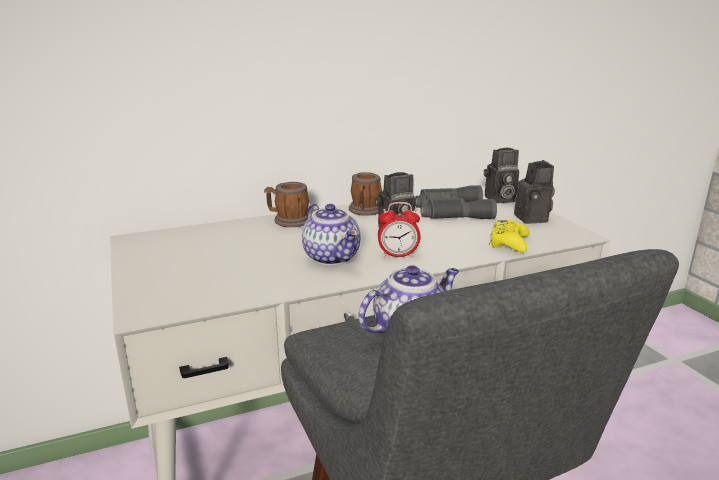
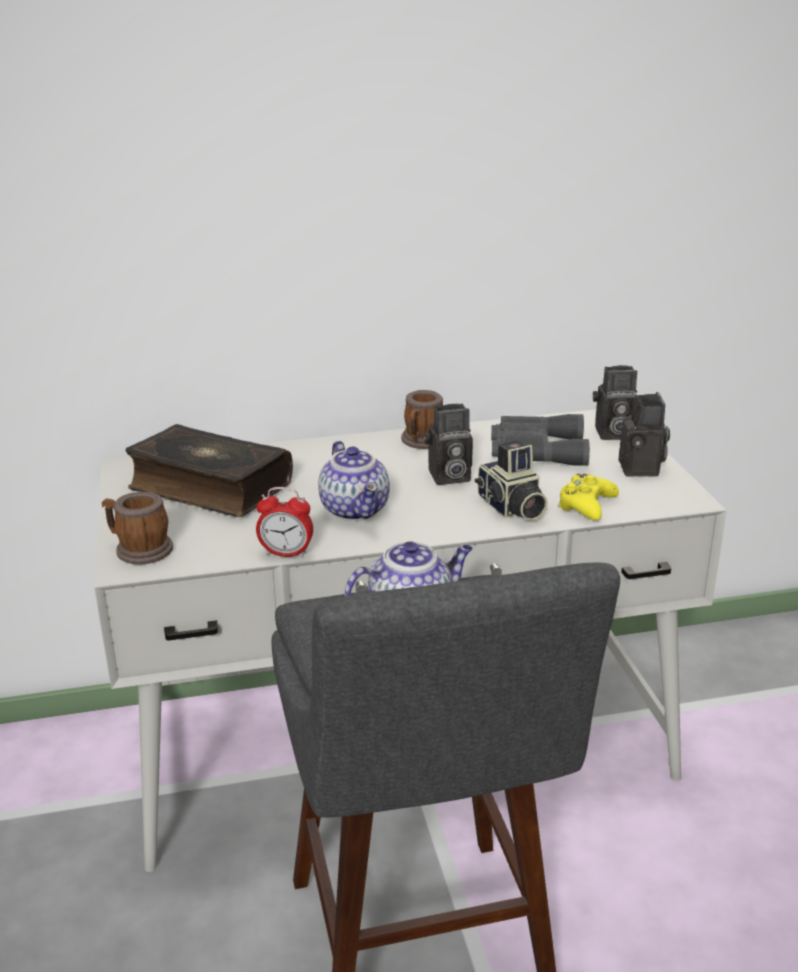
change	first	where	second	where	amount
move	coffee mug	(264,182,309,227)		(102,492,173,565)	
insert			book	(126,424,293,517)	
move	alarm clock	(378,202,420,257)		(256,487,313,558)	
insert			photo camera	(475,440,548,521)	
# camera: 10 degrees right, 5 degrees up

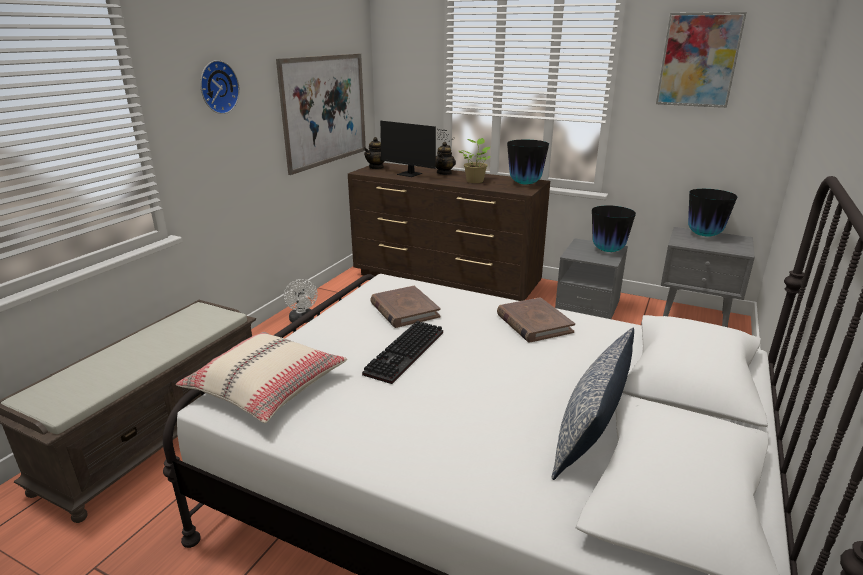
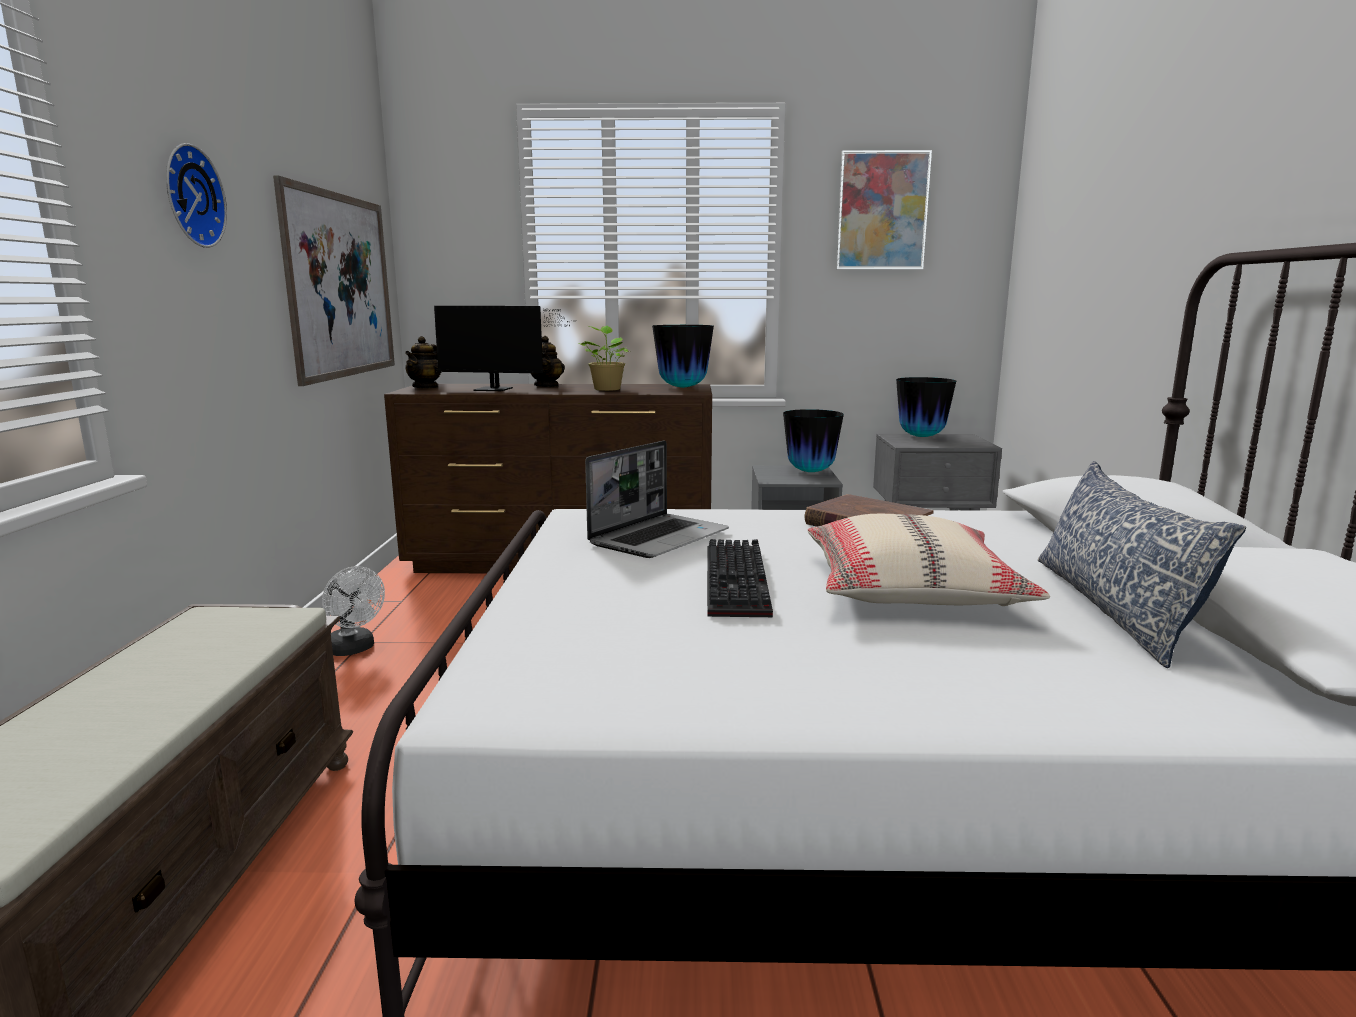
change	first	where	second	where	amount
replace	brown-coloured book	(370,286,441,328)	portable computer	(585,440,729,558)	
move	sand-coloured cushion	(176,332,347,423)		(808,514,1050,606)	
# camera: 25 degrees left, 10 degrees down

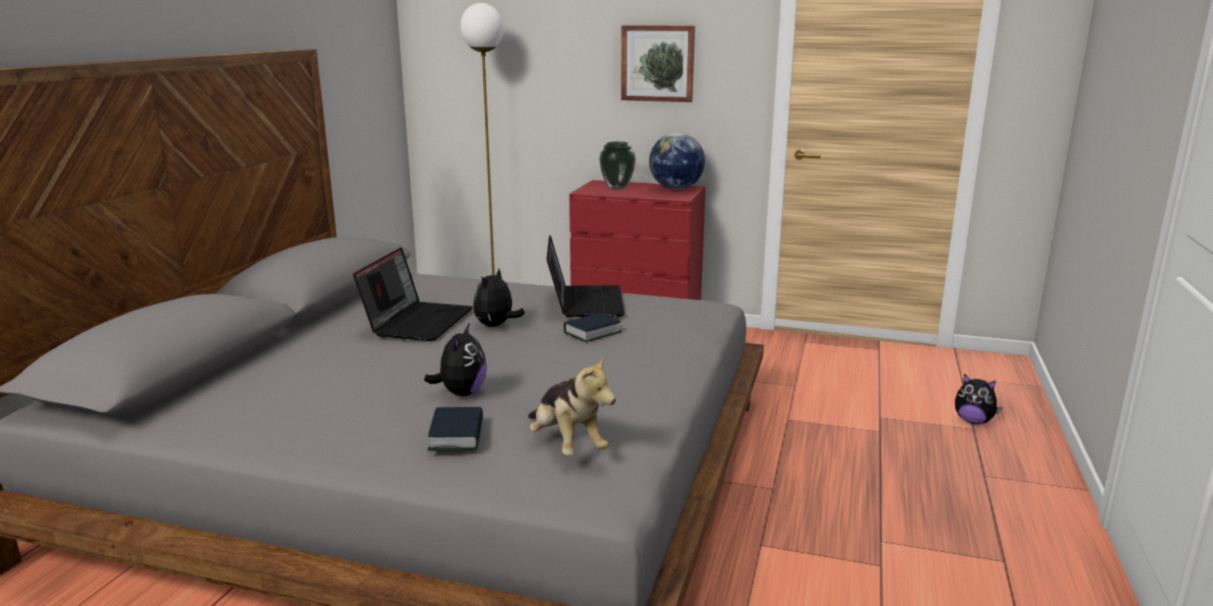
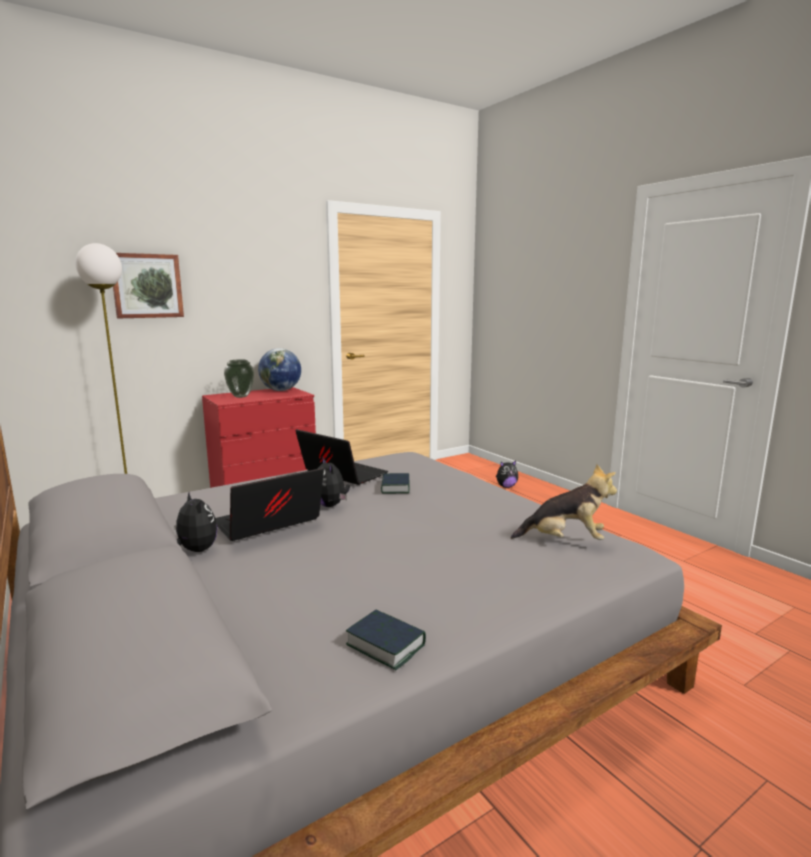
change	first	where	second	where	amount
move	wall art	(621,25,695,102)		(113,253,184,318)	
move	soft toy	(424,324,487,396)		(174,492,217,552)	
rotate	portable computer	(353,247,472,341)		(215,468,324,541)	90 degrees counterclockwise
move	book	(428,407,483,451)		(346,610,426,670)	
# camera: 50 degrees left, 5 degrees down

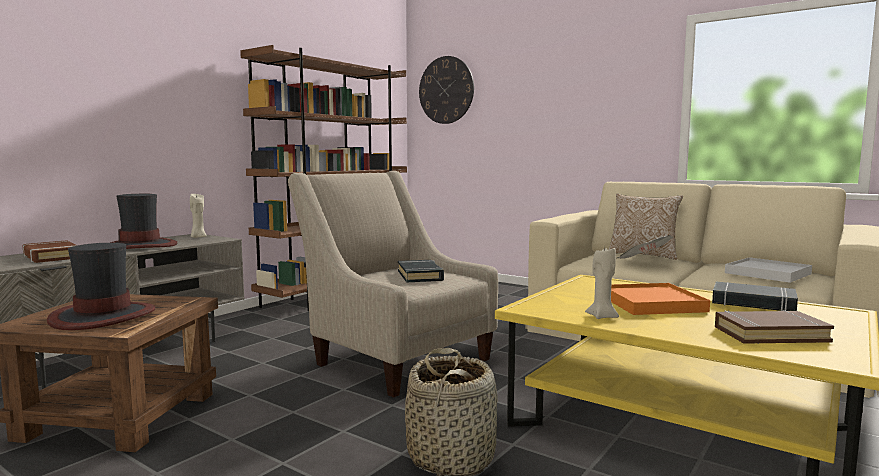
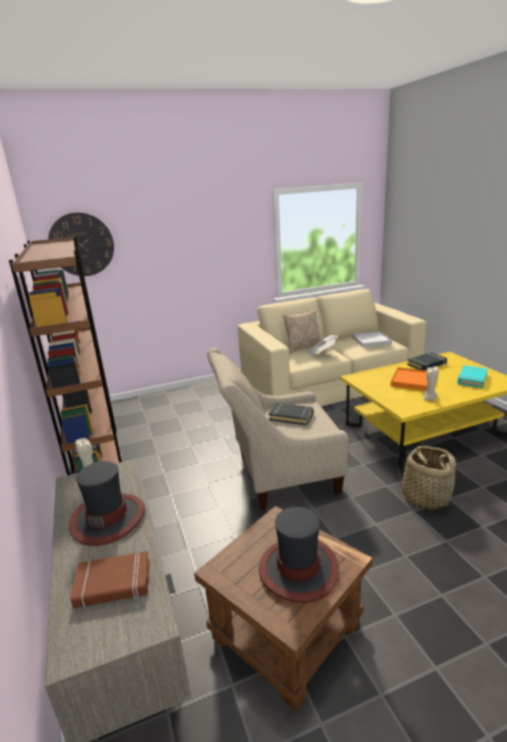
change	first	where	second	where	amount
recolor	brown-coloured book	(715,310,834,344)	turquoise book	(457,365,488,388)	
# camera: 55 degrees left, 15 degrees up

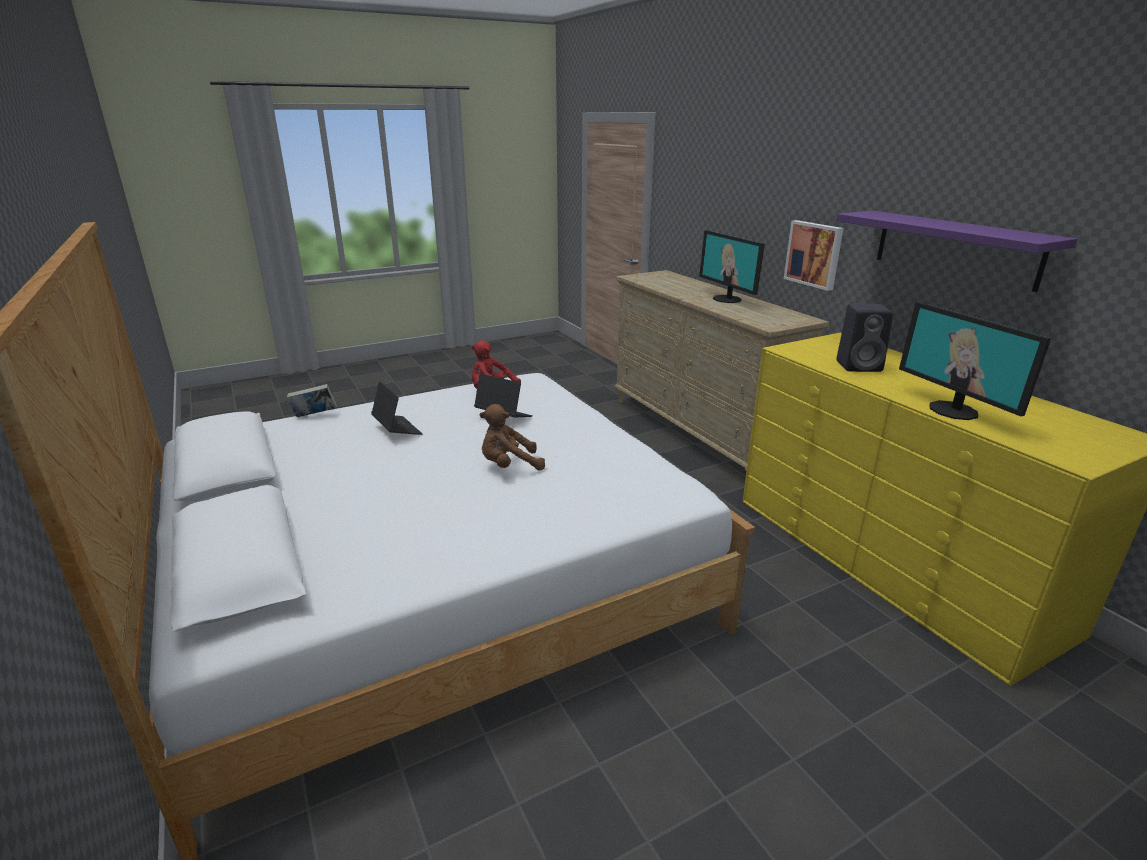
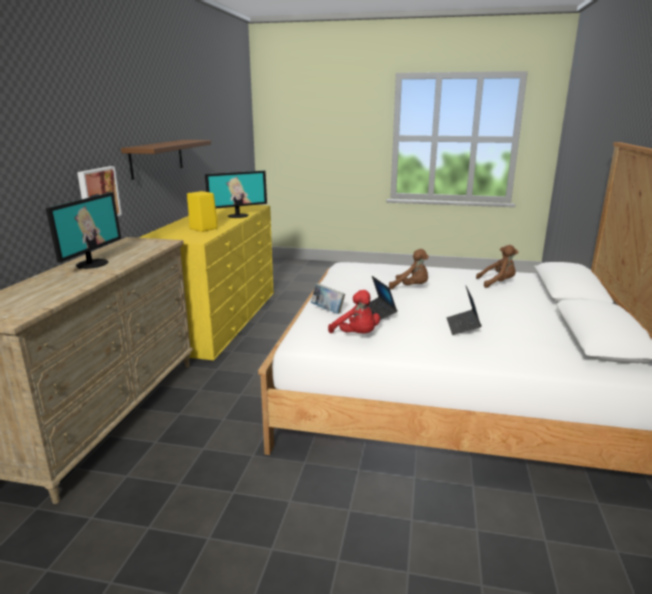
change	first	where	second	where	amount
recolor	purplish shelf	(836,210,1078,292)	brown-coloured shelf	(121,140,211,180)	
recolor	black speaker	(836,303,893,372)	yellow-coloured speaker	(187,191,218,232)	
rotate	computer display	(899,302,1051,420)		(205,170,267,218)	45 degrees clockwise
move	book	(287,384,337,417)		(311,283,345,314)	
insert			brown-coloured soft toy	(476,245,519,288)	
# camera: 140 degrees left, 5 degrees down

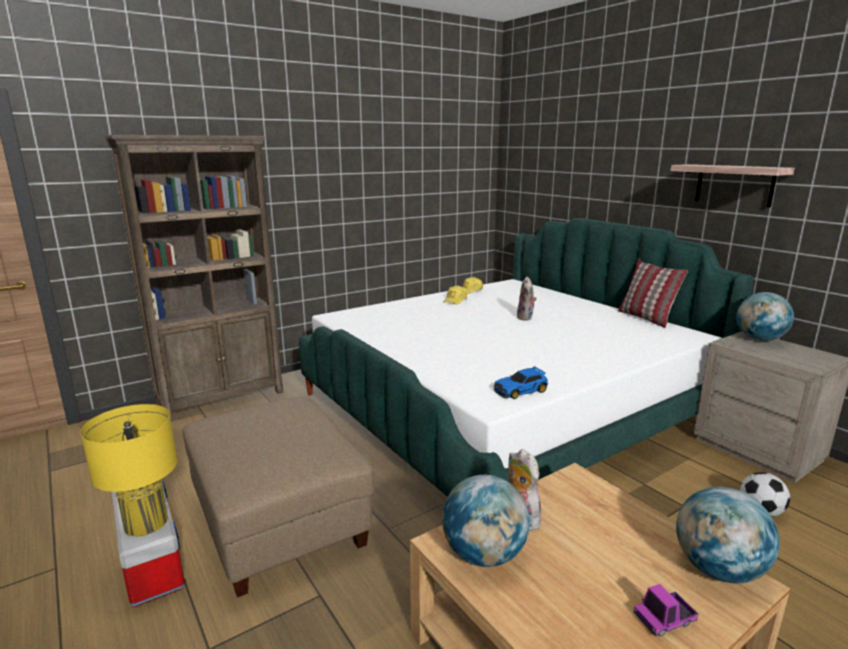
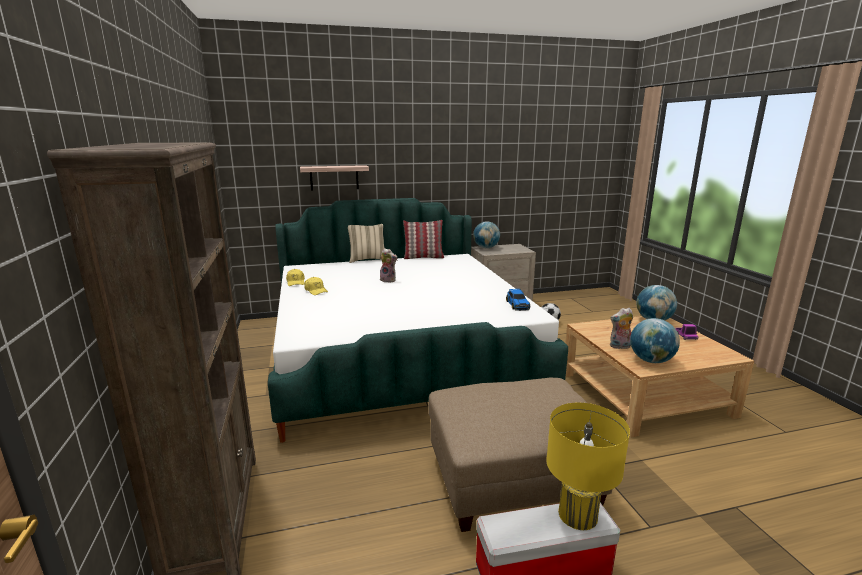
change	first	where	second	where	amount
move	shelf	(671,164,795,207)		(300,165,369,191)	
insert			sand-coloured cushion	(348,224,385,263)	
# camera: 70 degrees left, 0 degrees up

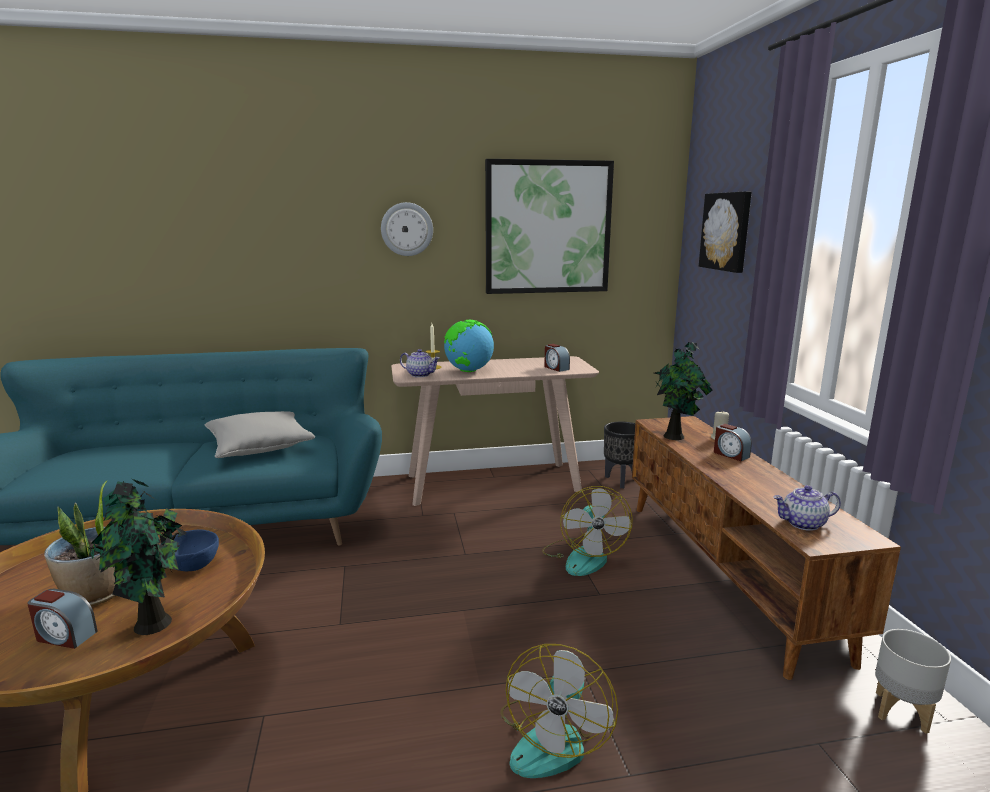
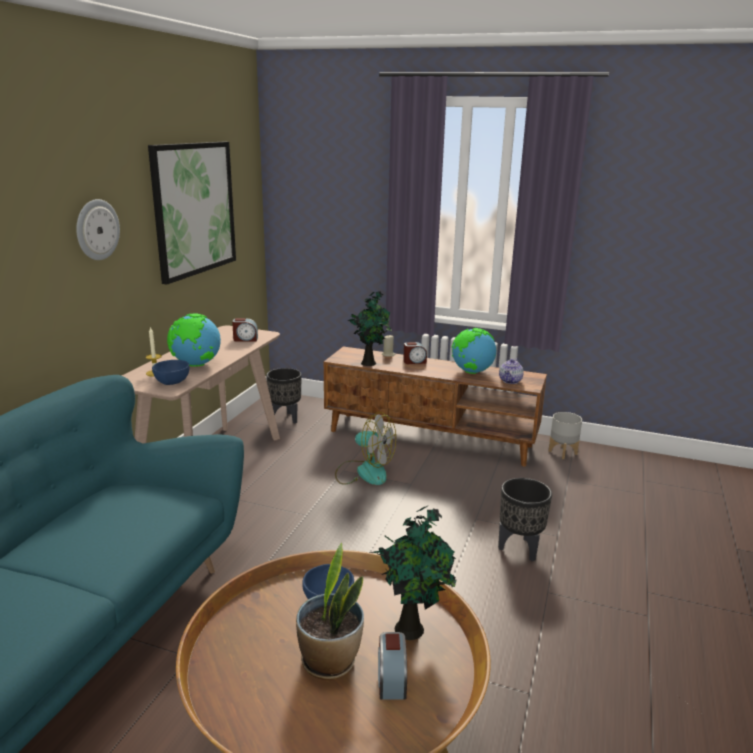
change	first	where	second	where	amount
replace	teapot	(400,349,440,377)	bluish deep dish	(152,360,189,385)	
rotate	alarm clock	(27,589,98,649)		(378,632,407,699)	135 degrees clockwise
insert			world globe	(452,328,496,374)	
replace	cooling fan	(500,644,618,778)	black plant pot	(498,478,552,561)	
delete	greyish cushion	(204,411,315,458)			
delete	wall art	(699,191,752,273)			
# camera: 60 degrees left, 5 degrees up

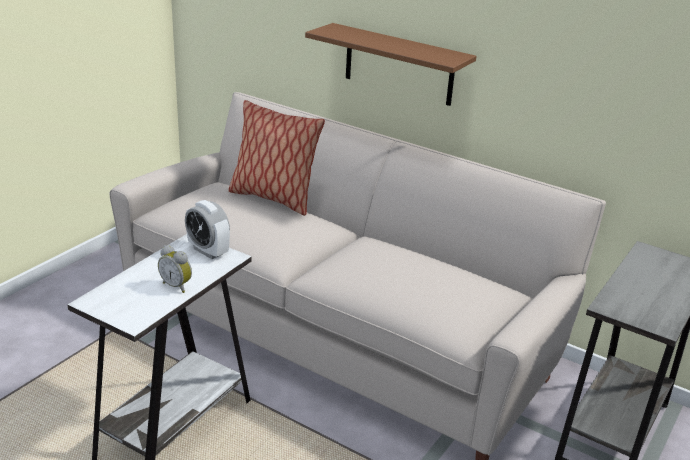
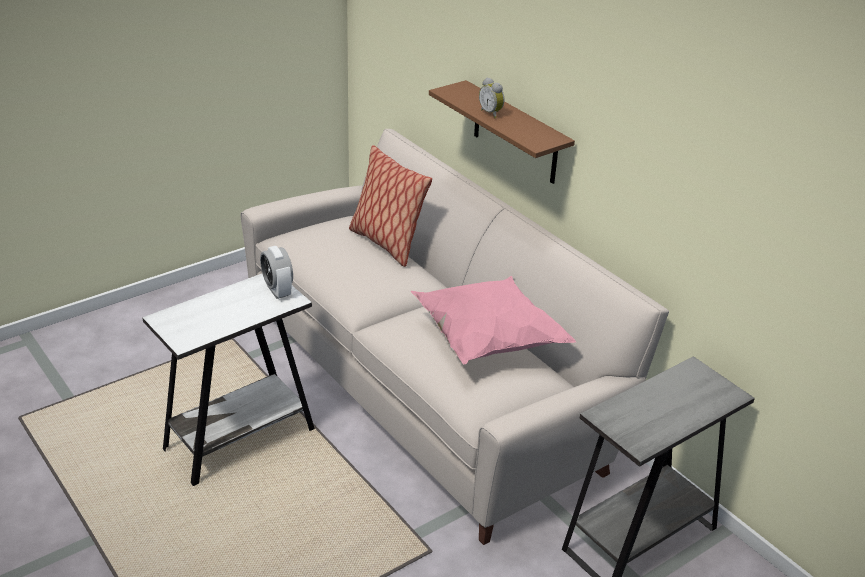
change	first	where	second	where	amount
insert			pinkish cushion	(410,276,576,364)	
move	alarm clock	(158,245,192,293)		(479,78,504,118)	
# camera: 20 degrees right, 5 degrees up

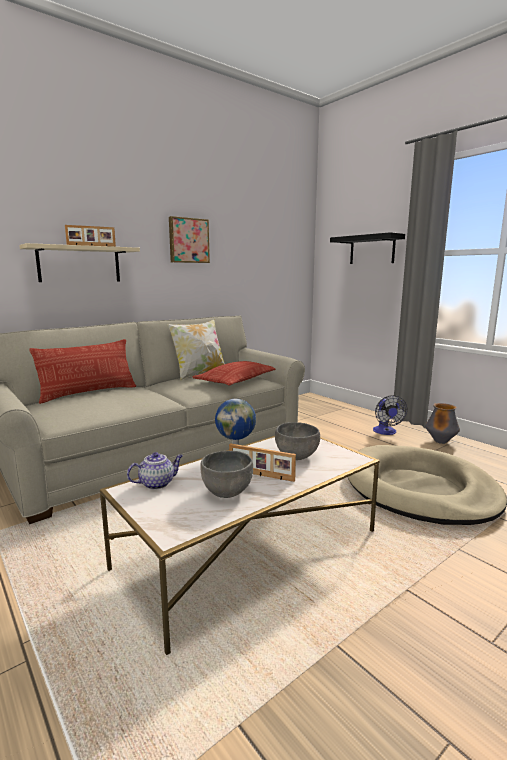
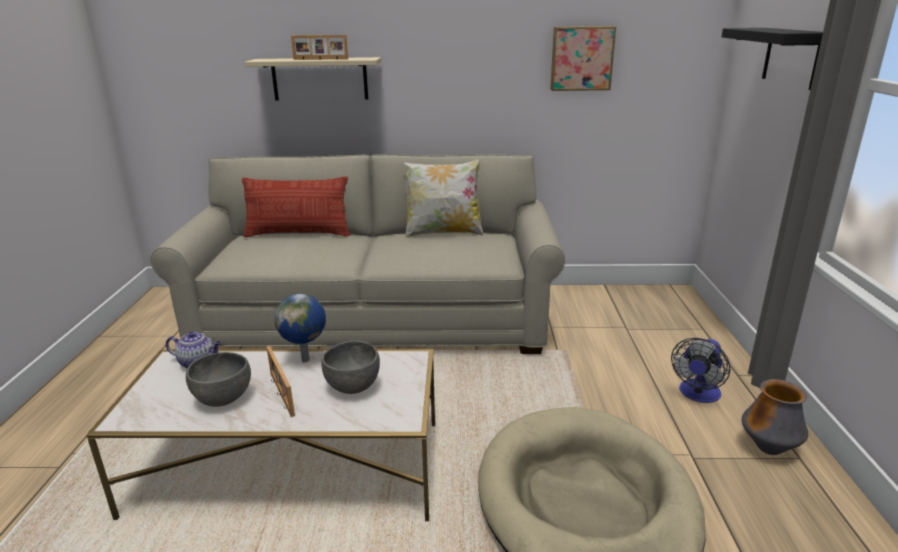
change	first	where	second	where	amount
move	wall art	(169,216,210,263)		(550,26,616,91)	
delete	cushion	(192,361,276,385)			
# camera: 40 degrees right, 10 degrees up

